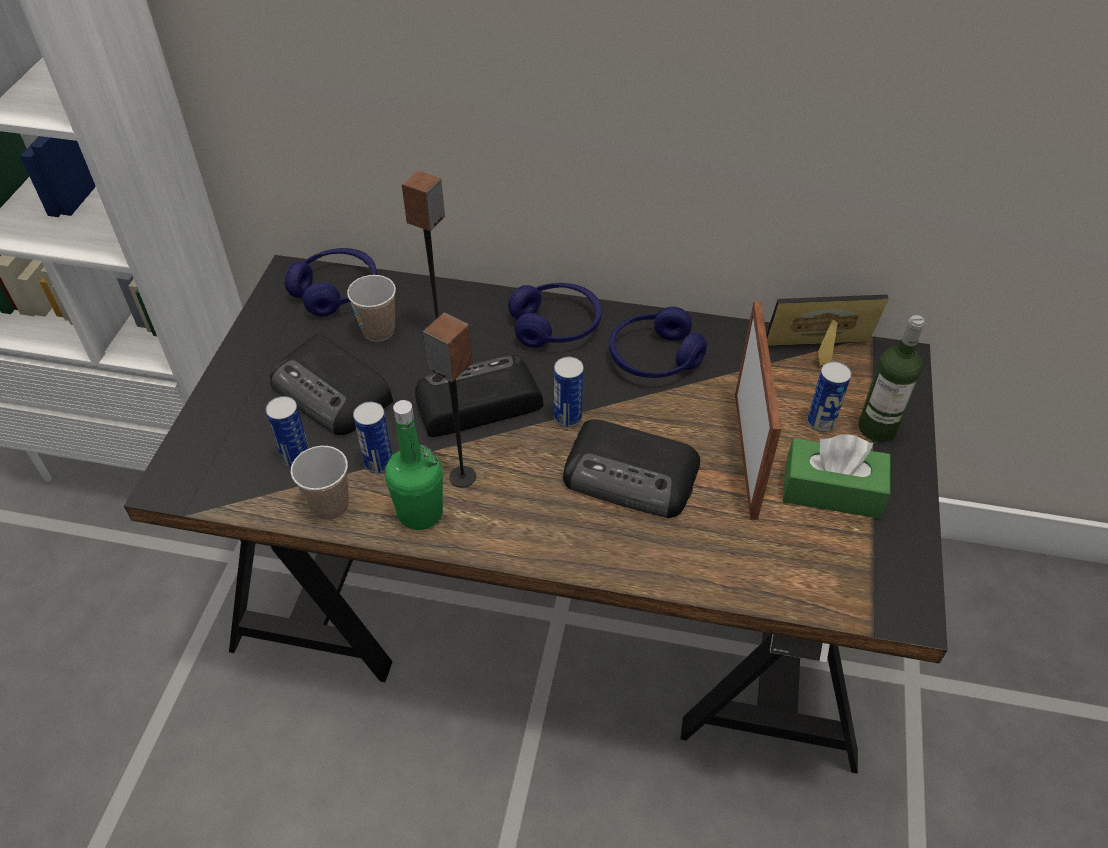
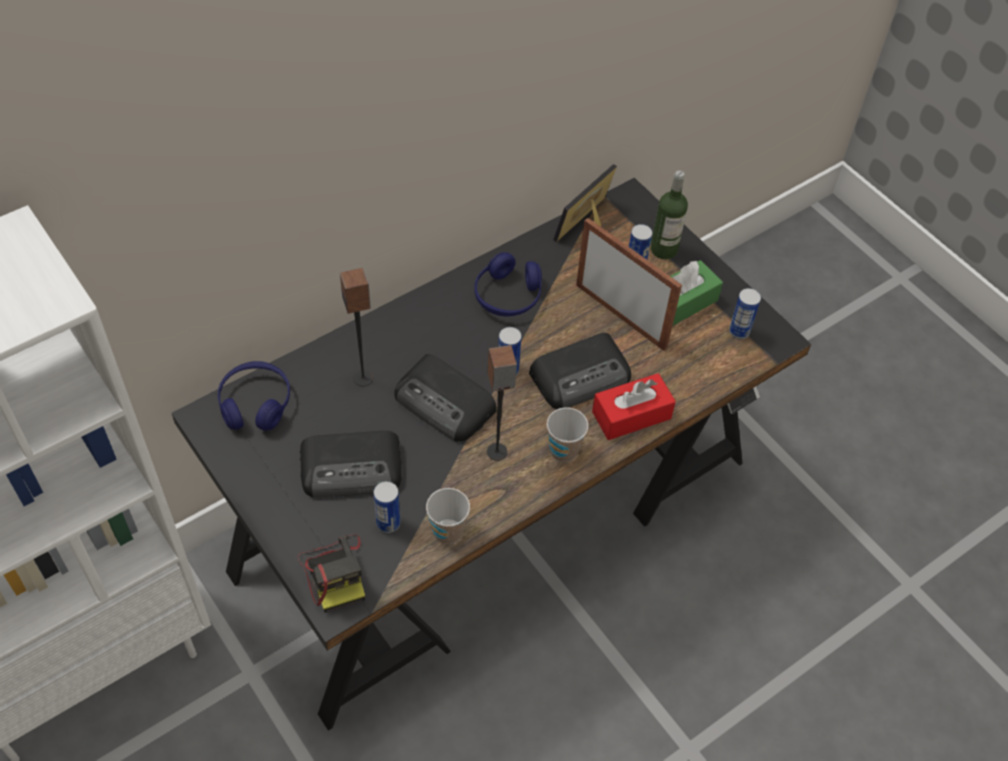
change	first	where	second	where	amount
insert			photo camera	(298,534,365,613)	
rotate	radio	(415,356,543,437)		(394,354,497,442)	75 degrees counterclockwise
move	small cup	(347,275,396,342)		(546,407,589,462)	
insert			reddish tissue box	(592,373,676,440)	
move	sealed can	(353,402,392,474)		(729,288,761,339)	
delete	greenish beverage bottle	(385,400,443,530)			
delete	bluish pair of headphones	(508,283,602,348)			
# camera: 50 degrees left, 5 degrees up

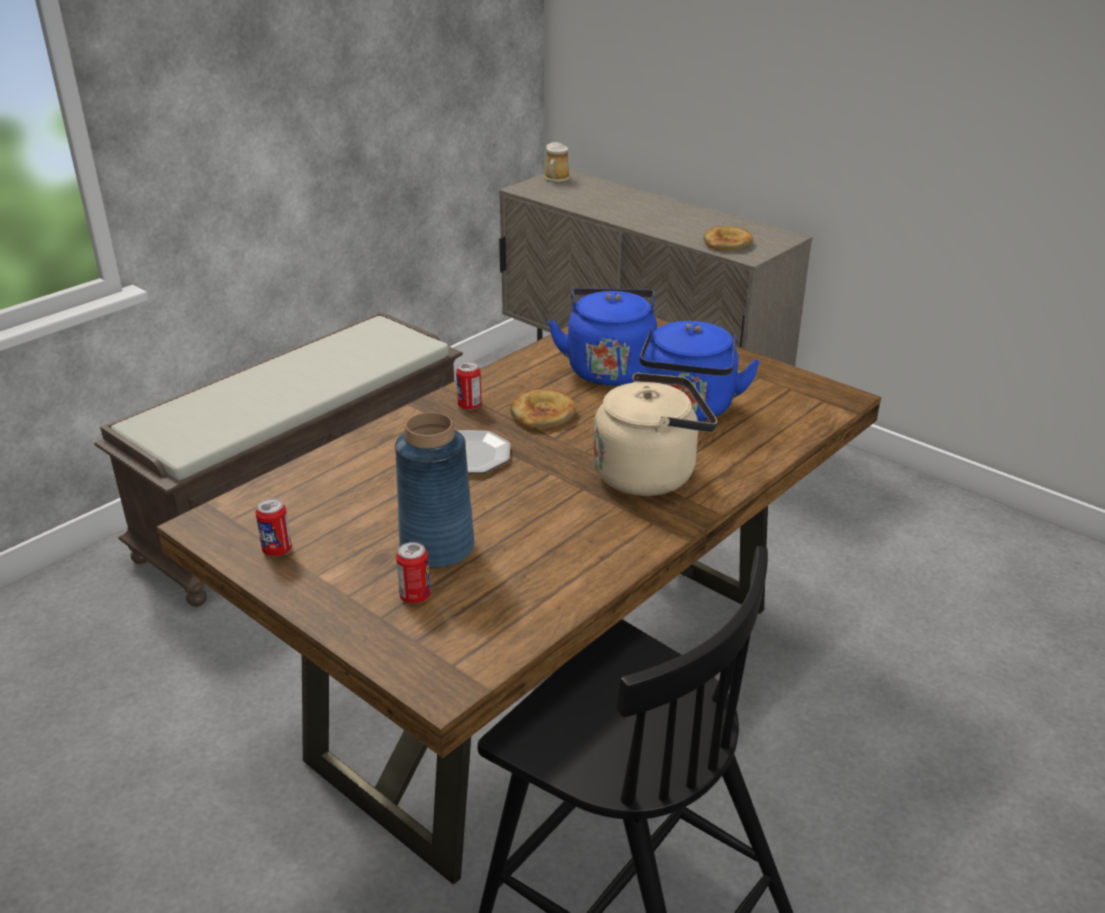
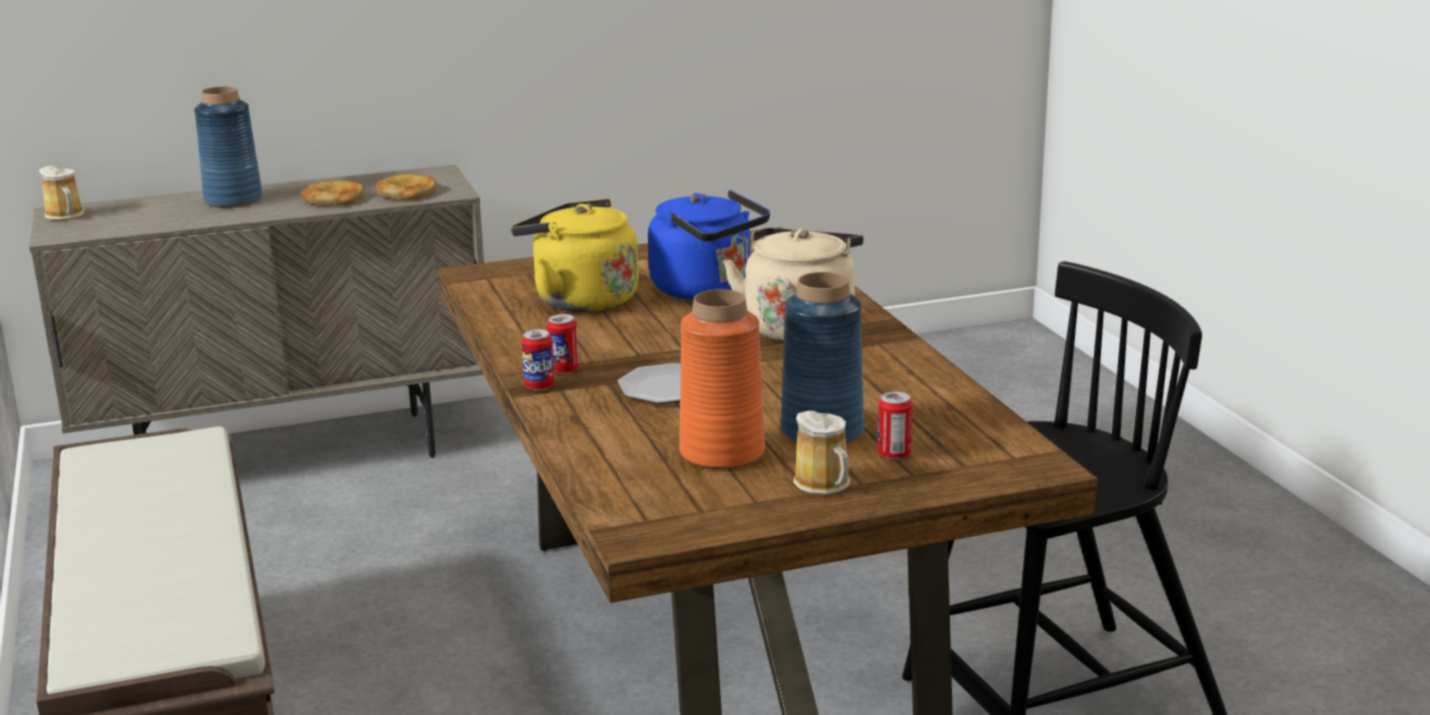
change	first	where	second	where	amount
insert			bluish flower vase	(194,86,263,208)	
move	bread	(510,389,576,430)		(300,180,364,206)	
recolor	bluish water kettle	(548,288,657,386)	yellow-coloured water kettle	(511,199,638,312)	
move	sealed can	(256,498,292,556)		(521,329,554,391)	
insert			orange flower vase	(679,289,765,470)	
insert			coffee mug	(793,411,850,495)	
# camera: 60 degrees left, 10 degrees down

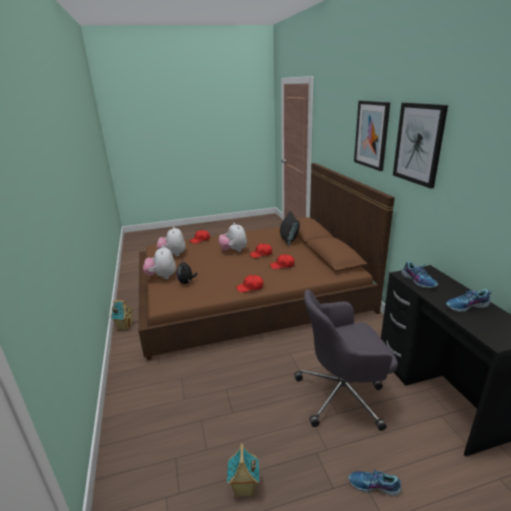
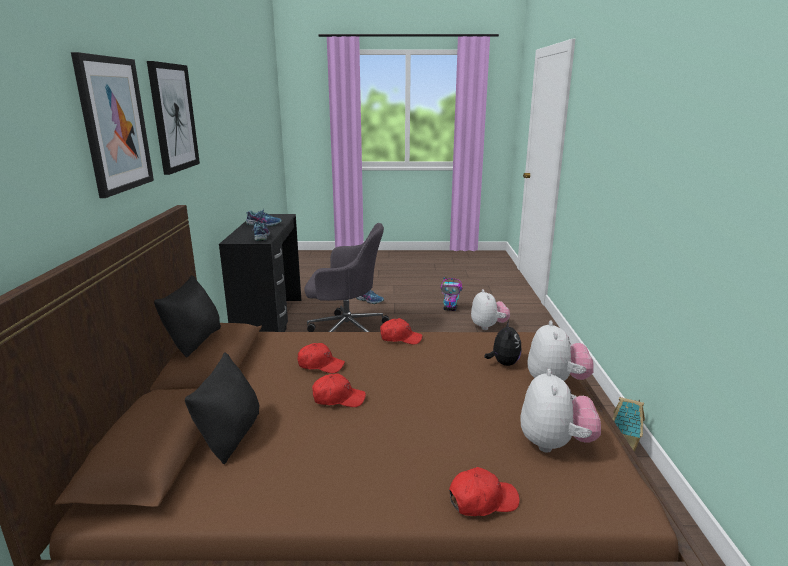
change	first	where	second	where	amount
insert			black cushion	(154,275,221,357)	
replace	model house	(227,443,259,497)	robot figure	(441,277,462,311)	
move	soft toy	(219,222,247,252)		(471,289,510,330)	
# camera: 165 degrees left, 5 degrees down

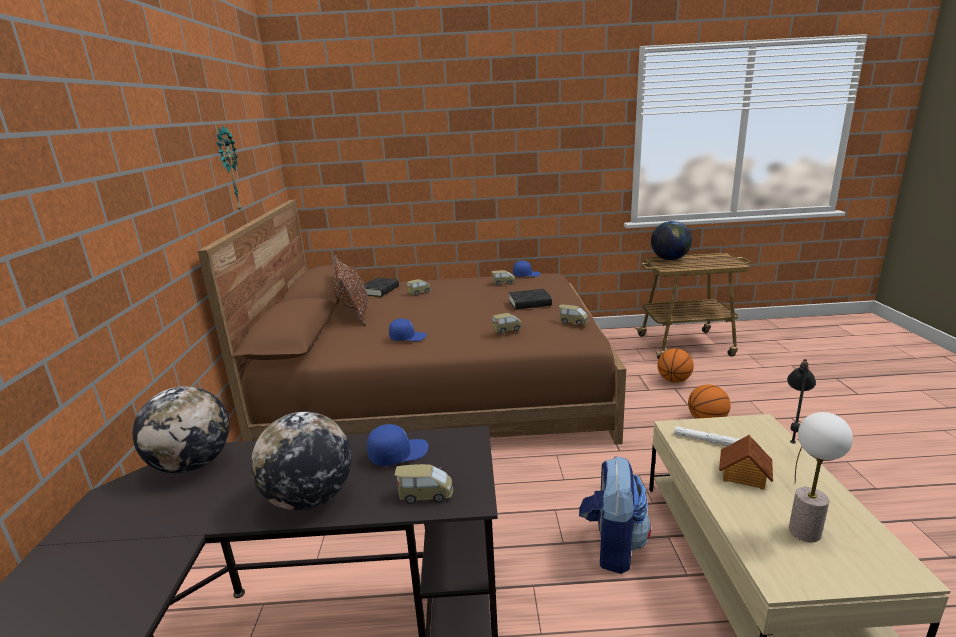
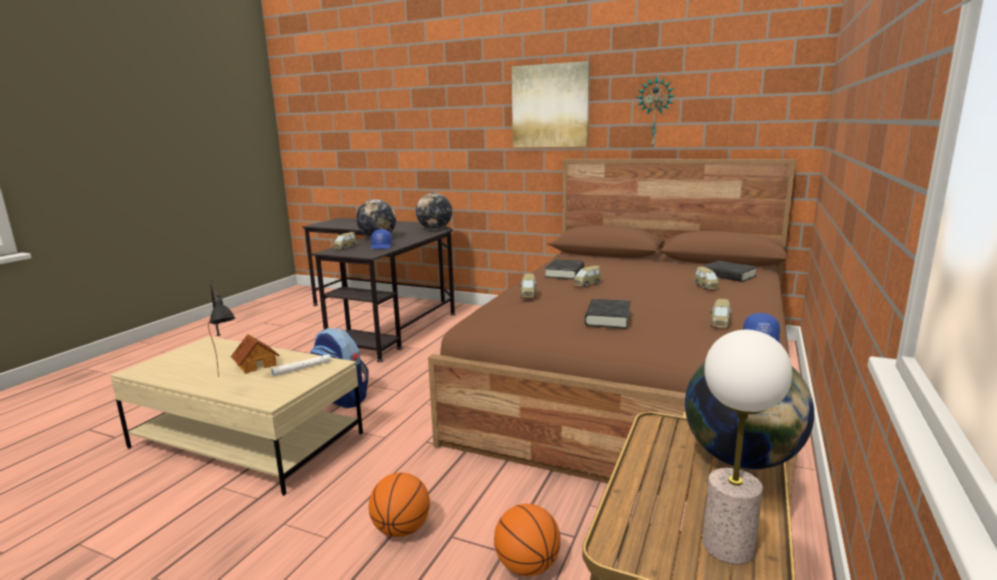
change	first	where	second	where	amount
insert			wall art	(512,61,590,147)	
replace	bluish cap	(389,318,427,341)	black book	(545,259,584,279)	
move	model car	(559,304,588,325)		(574,266,601,287)	
move	tabletop lamp	(789,412,853,542)		(703,330,792,564)	
delete	brown-coloured cushion	(334,255,368,326)			
# camera: 115 degrees right, 5 degrees down

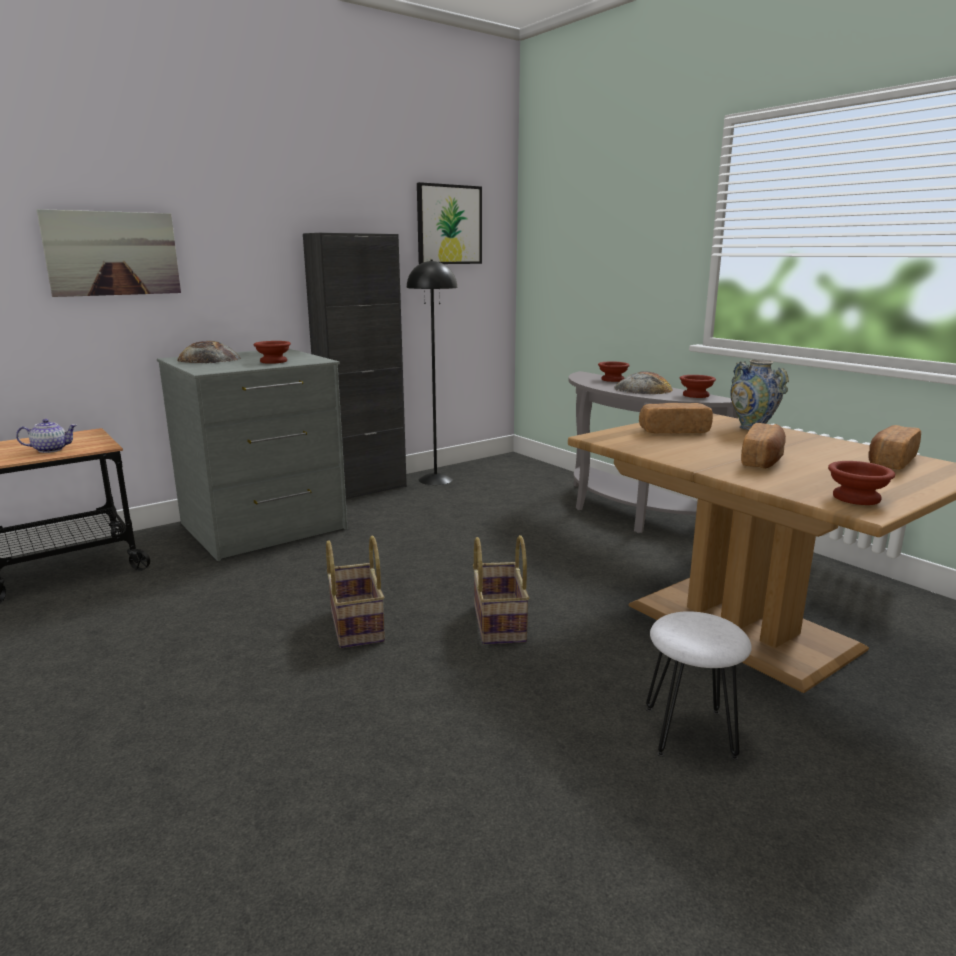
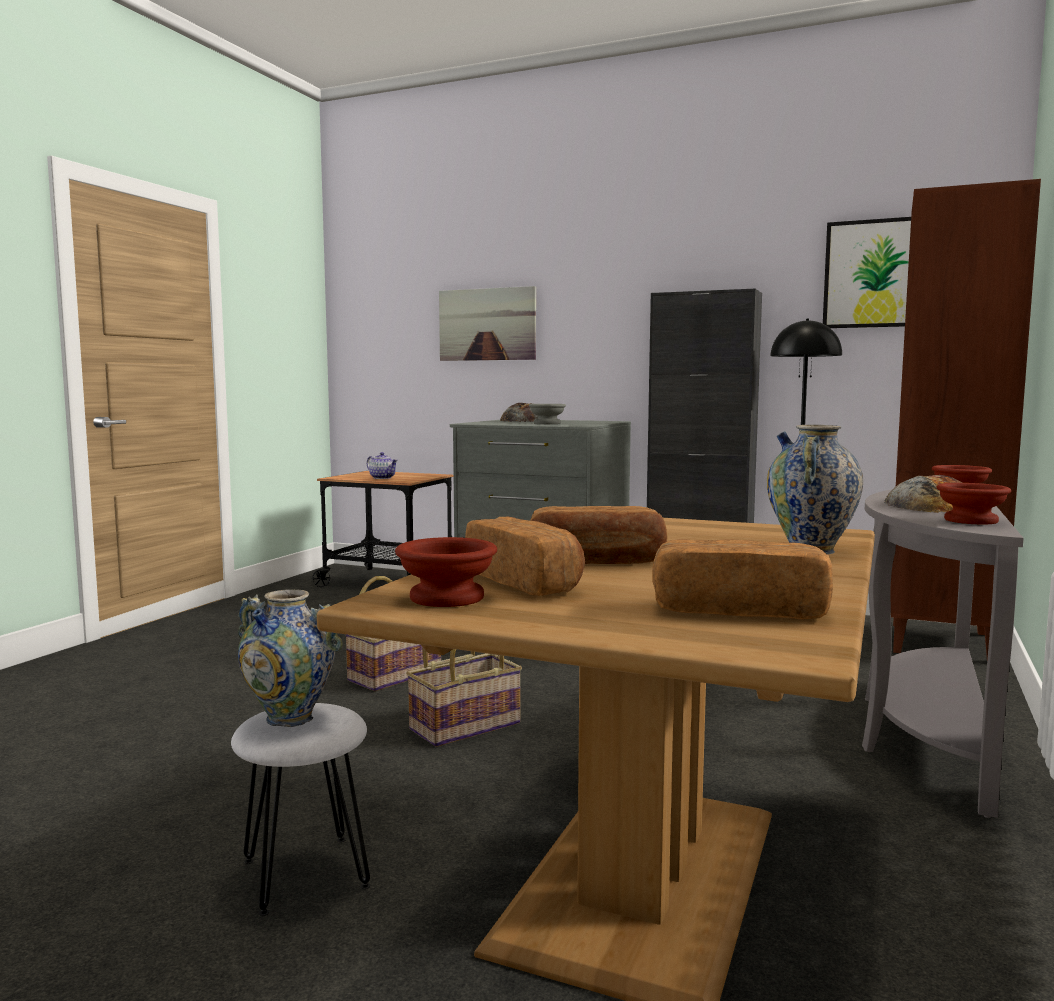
change	first	where	second	where	amount
insert			flower vase	(238,589,343,727)	
move	bread	(639,403,713,433)		(465,517,585,596)	
recolor	brown-coloured deep dish	(254,341,291,364)	greyish deep dish	(529,404,566,424)	
insert			brown-coloured bookcase	(890,179,1041,659)	
# camera: 60 degrees right, 10 degrees down

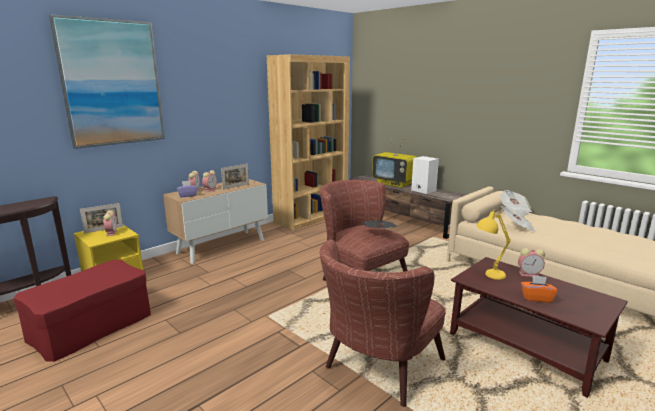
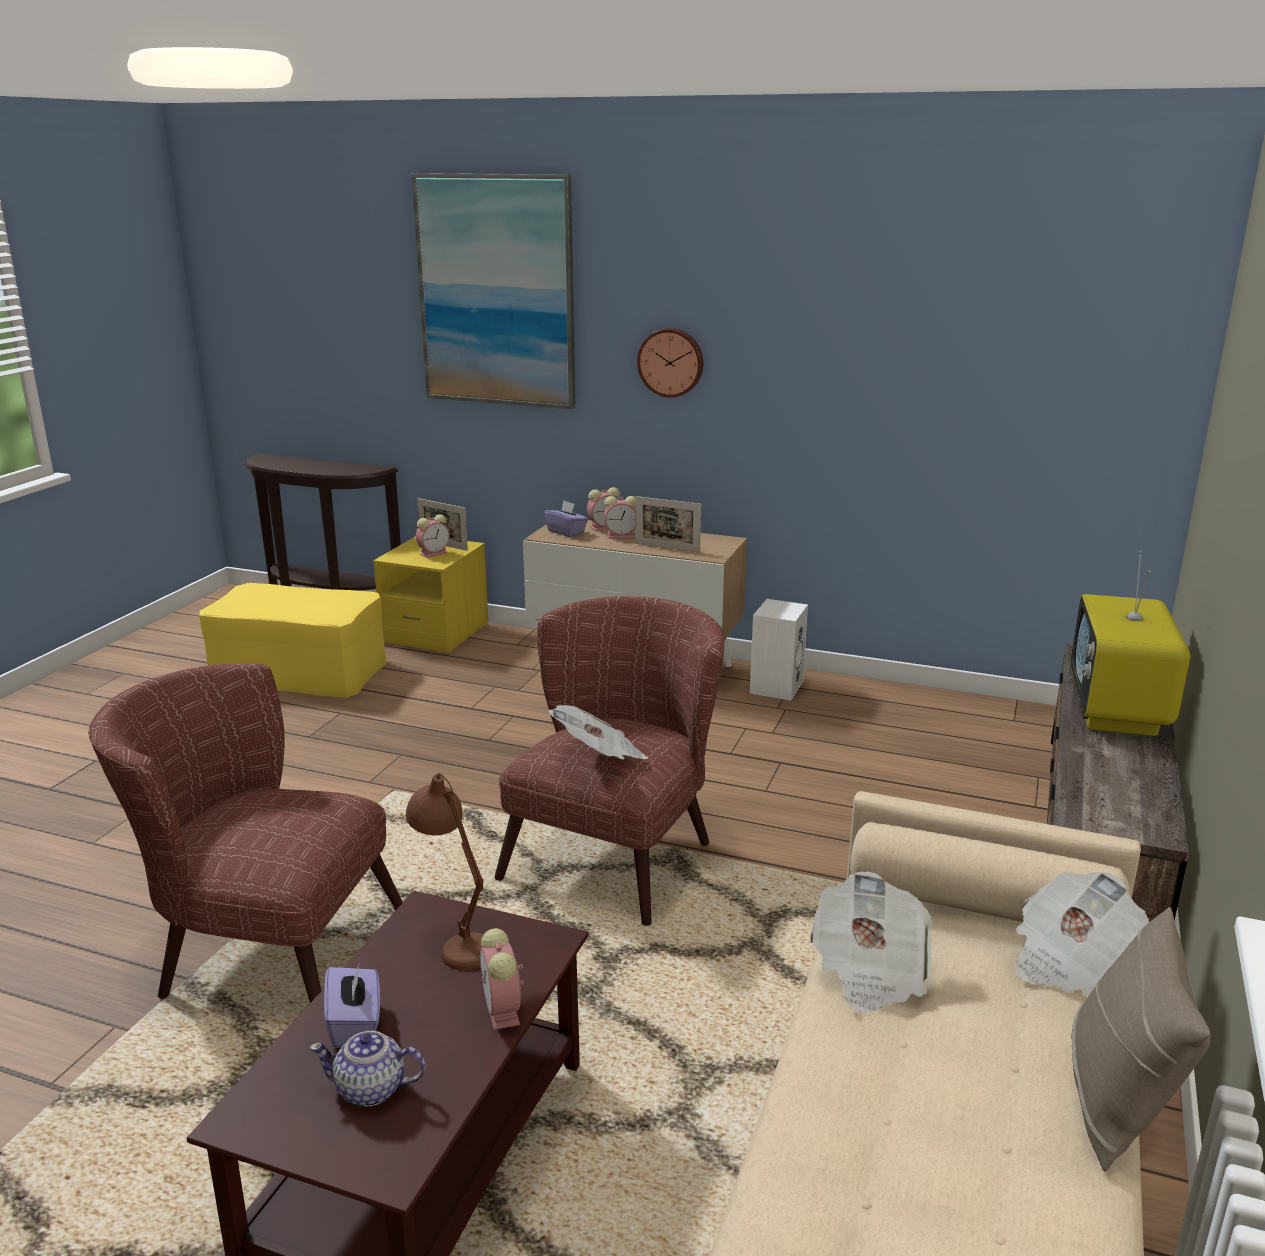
change	first	where	second	where	amount
recolor	reddish footrest	(14,260,151,362)	yellow-coloured footrest	(199,583,386,698)	
insert			teapot	(309,1031,425,1107)	
recolor	orange tissue box	(521,275,558,303)	purplish tissue box	(324,962,380,1048)	
recolor	yellow-coloured tabletop lamp	(476,209,511,280)	brown-coloured tabletop lamp	(406,773,485,971)	
insert			wall clock	(637,328,703,398)	
move	white speaker	(411,156,439,194)		(750,599,808,701)	
insert			sand-coloured cushion	(1071,907,1210,1171)	
delete	brown-coloured bookcase	(266,54,350,230)			
# camera: 65 degrees right, 5 degrees up

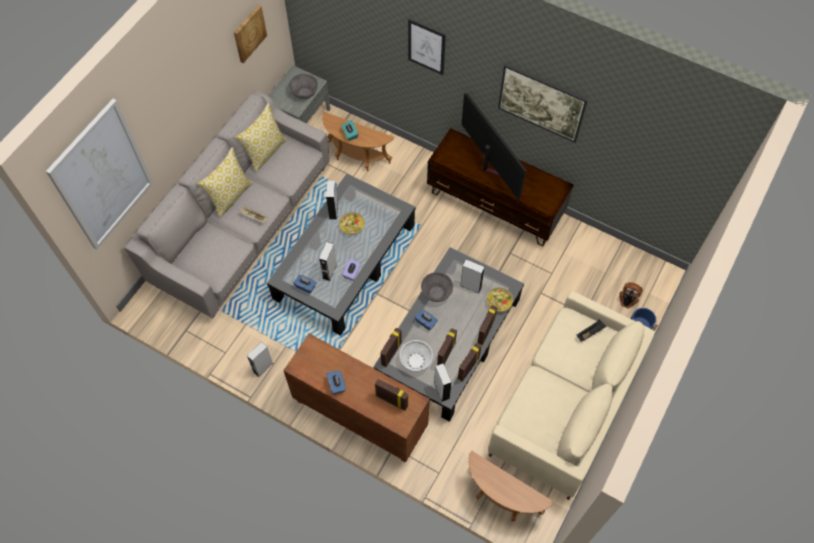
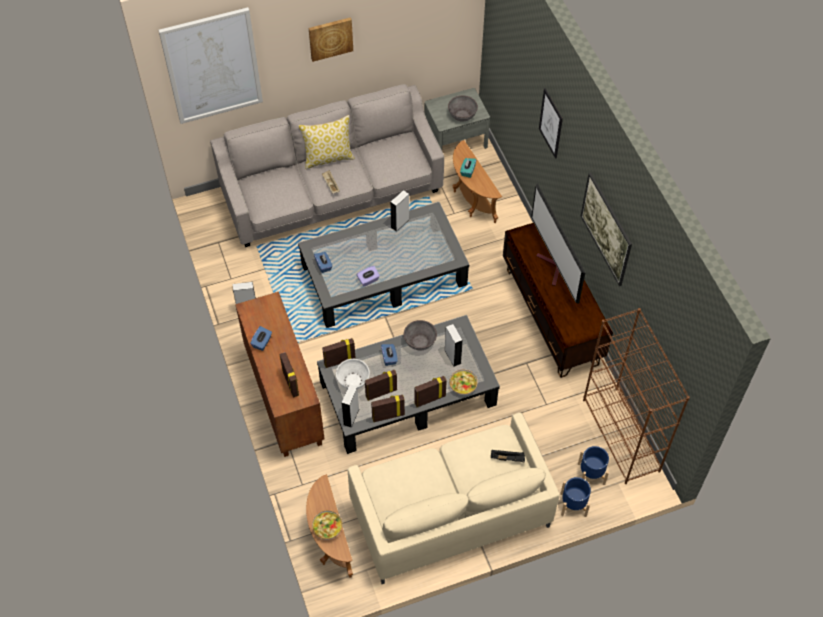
change	first	where	second	where	amount
move	wall art	(234,5,267,63)		(309,17,353,62)	
move	deep dish	(339,212,365,235)		(312,510,342,540)	
rotate	TV set	(461,93,526,200)		(531,183,585,304)	150 degrees clockwise
replace	cooling fan	(619,282,643,309)	bluish plant pot	(578,446,609,485)	
insert			brown-coloured bookcase	(583,308,690,484)	
delete	cushion	(236,103,287,173)			
delete	greyish speaker	(319,242,337,281)			
# camera: 40 degrees right, 5 degrees down

